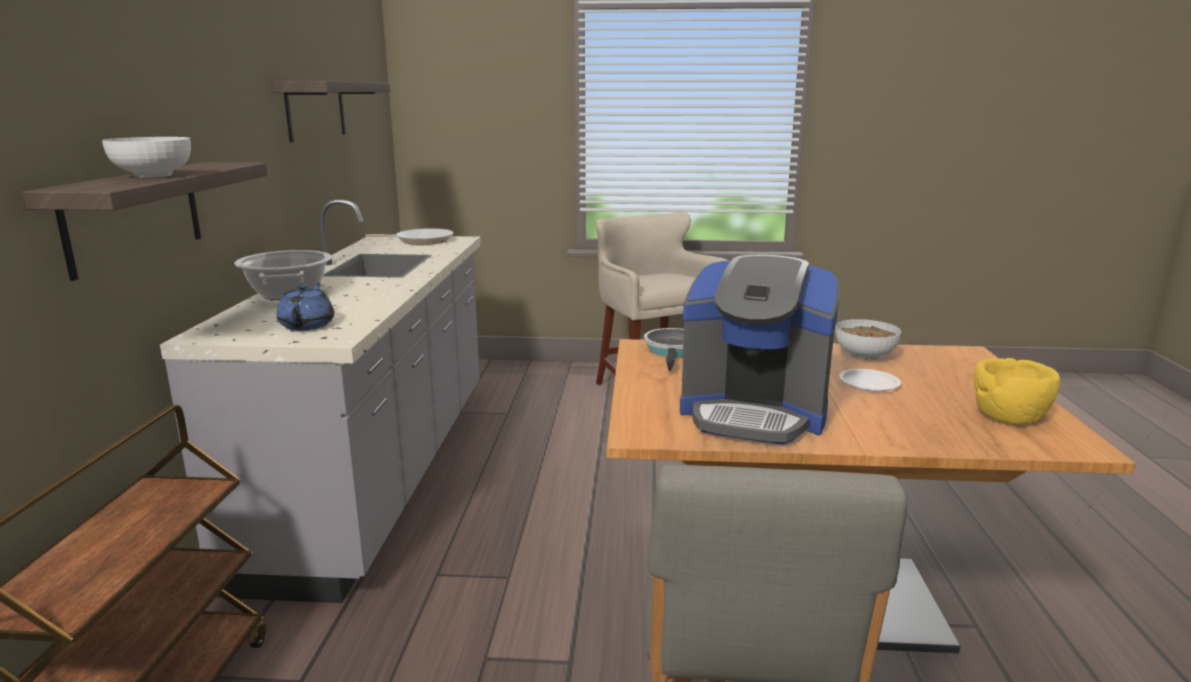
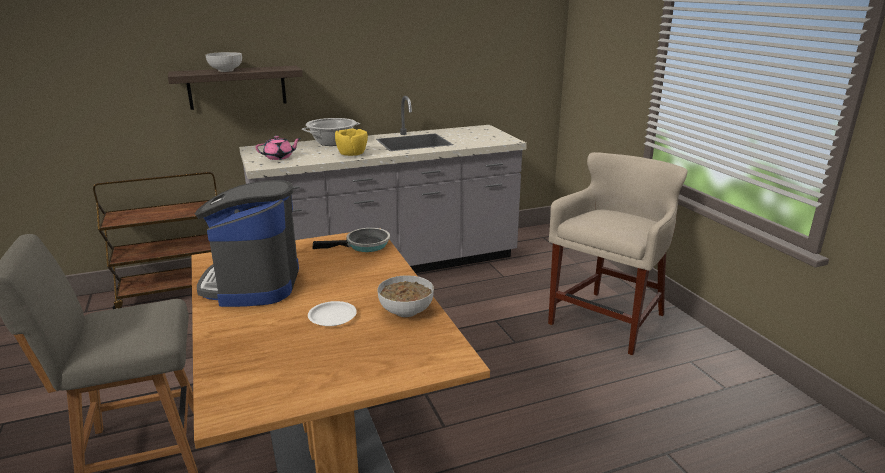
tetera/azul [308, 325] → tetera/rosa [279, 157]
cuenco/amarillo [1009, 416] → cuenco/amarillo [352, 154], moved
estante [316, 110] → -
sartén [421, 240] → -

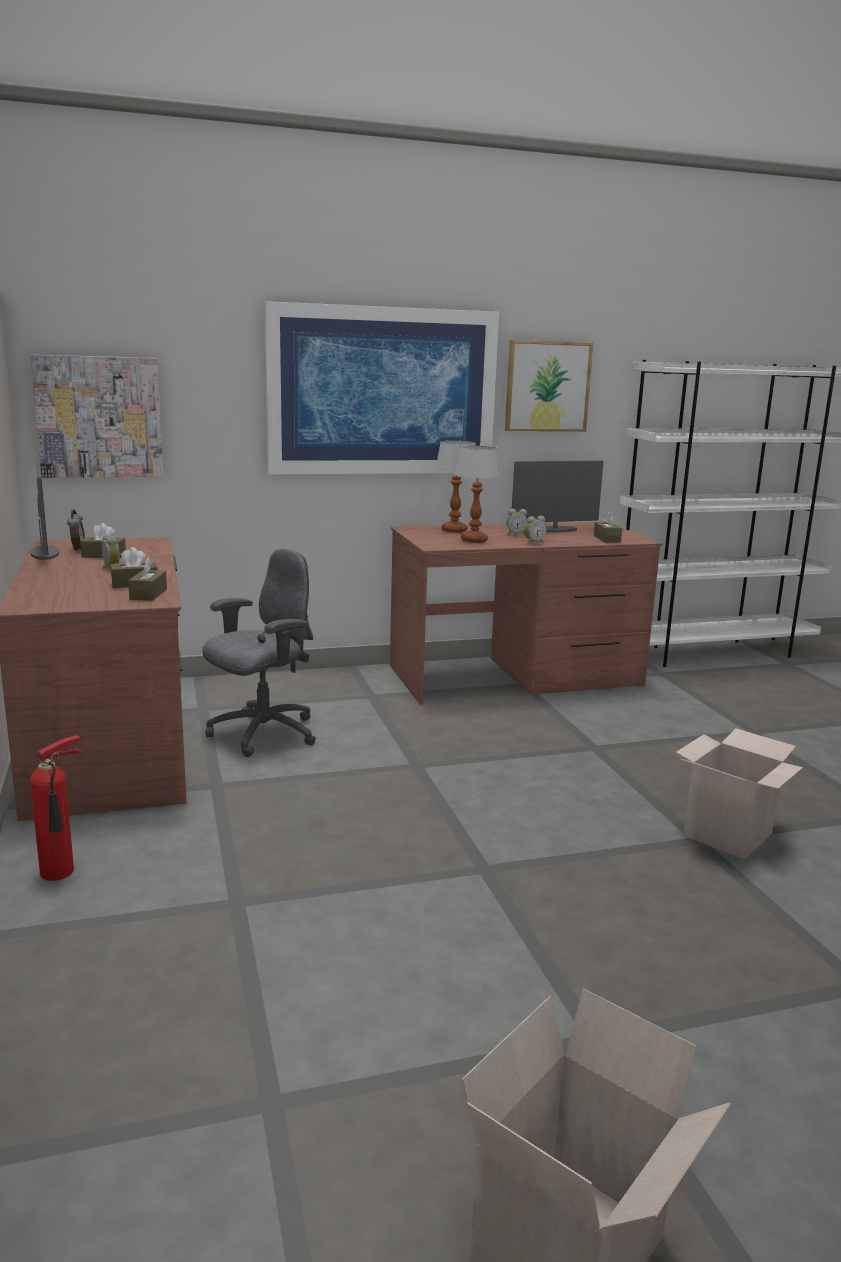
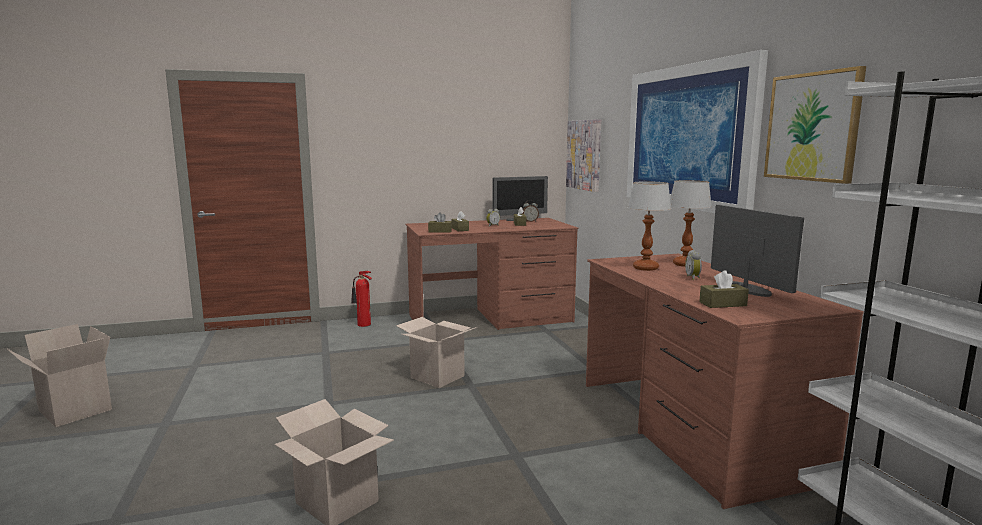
- → caja de cartón [437, 377]
silla de oficina/gris [262, 734] → -
despertador [533, 543] → -

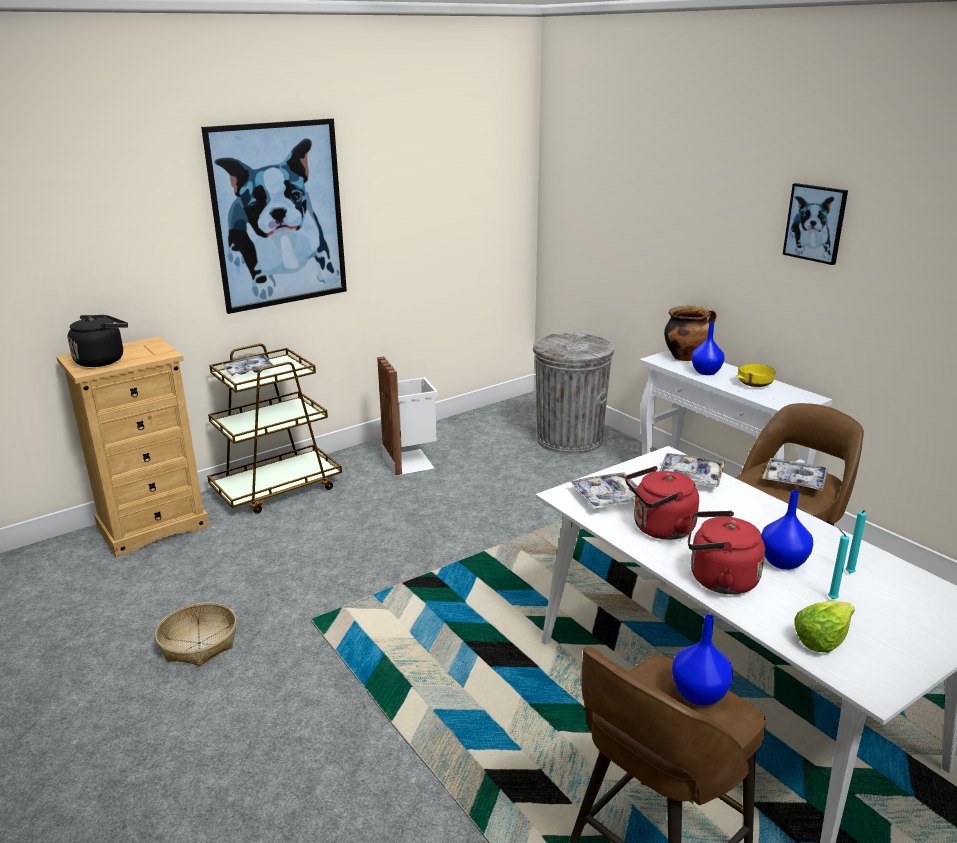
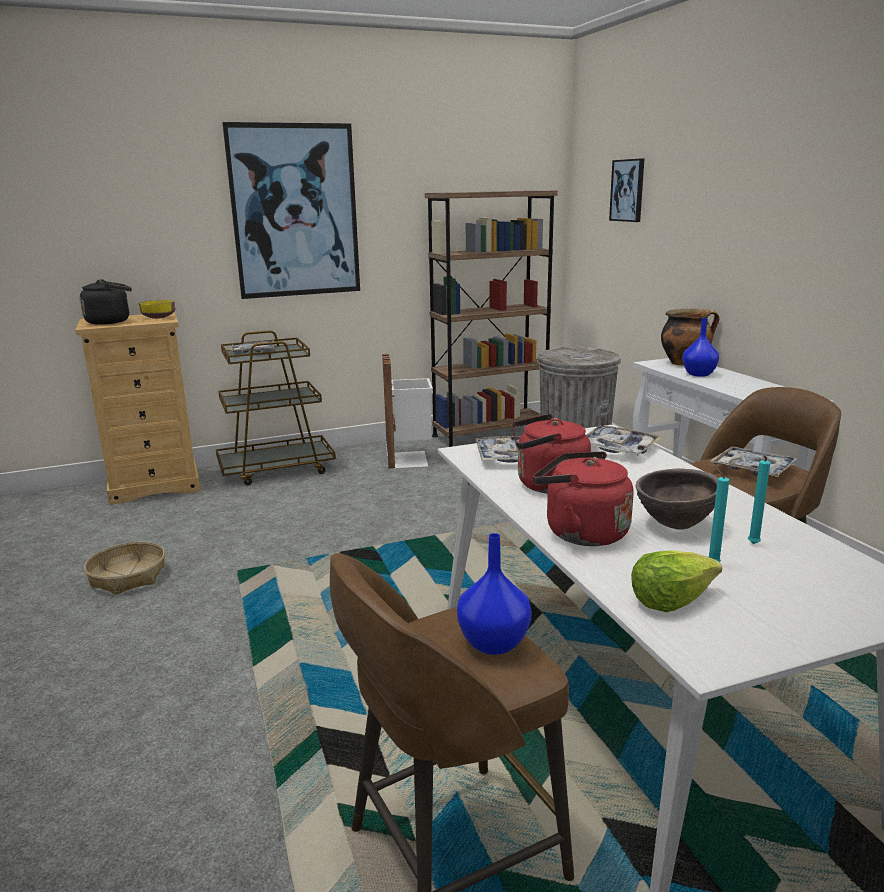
cuenco/amarillo [755, 384] → cuenco/amarillo [159, 317], moved
- → estantería/marrón [489, 435]
cuadro [815, 223] → cuadro [628, 190], moved
florero/azul [784, 562] → cuenco/marrón [674, 526]

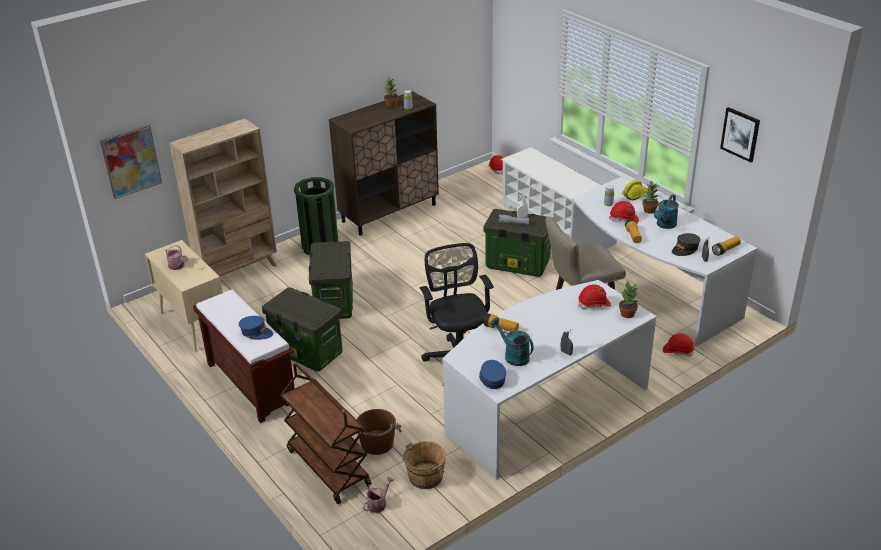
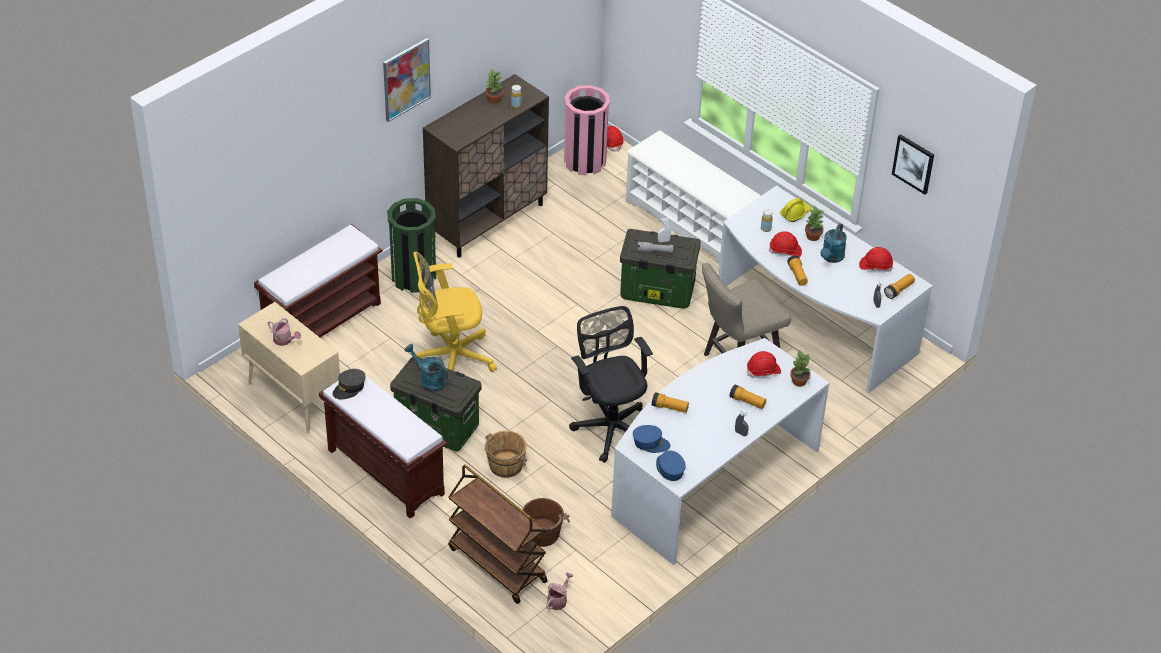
estantería/beis [238, 272] → banco/marrón [323, 320]
gorra/gris [685, 249] → gorra/gris [349, 388], moved
cuadro [131, 161] → cuadro [406, 79], moved
regadera/turquesa [513, 355] → regadera/turquesa [428, 380], moved
caja de almacenaje [333, 302] → silla de oficina/amarillo [450, 357]
cubo/marrón [425, 477] → cubo/marrón [505, 465], moved
- → papelera/rosa [585, 161]
gorra/azul [256, 332] → gorra/azul [650, 443], moved
- → linterna [747, 402]
casco/rojo [678, 351] → casco/rojo [875, 266], moved

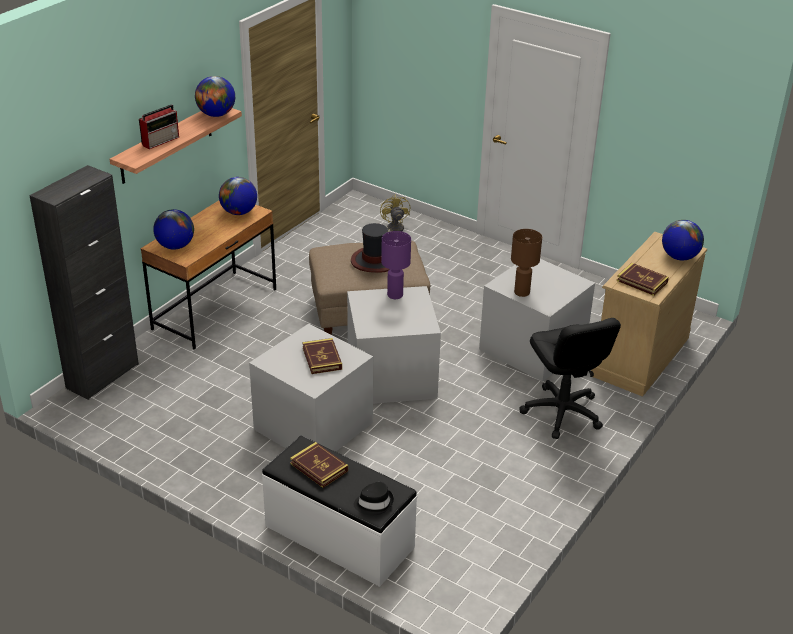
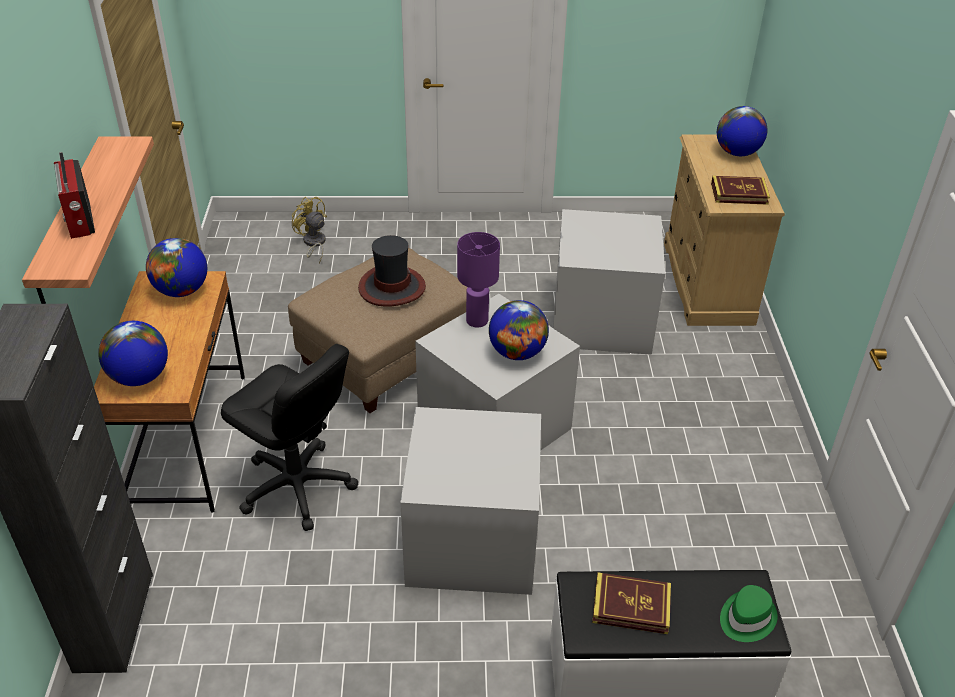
radio [161, 141] → radio [79, 220], 150 degrees clockwise
silla de oficina/negro [562, 412] → silla de oficina/negro [297, 487], moved
globo terráqueo [216, 114] → globo terráqueo [517, 353], moved
sombrero/negro [374, 503] → sombrero/verde [746, 618]
libro [322, 358] → -
lámpara de mesa/marrón [521, 293] → -

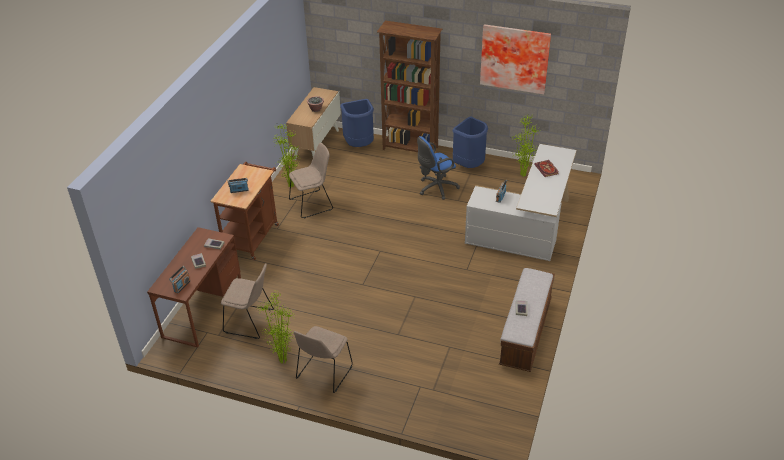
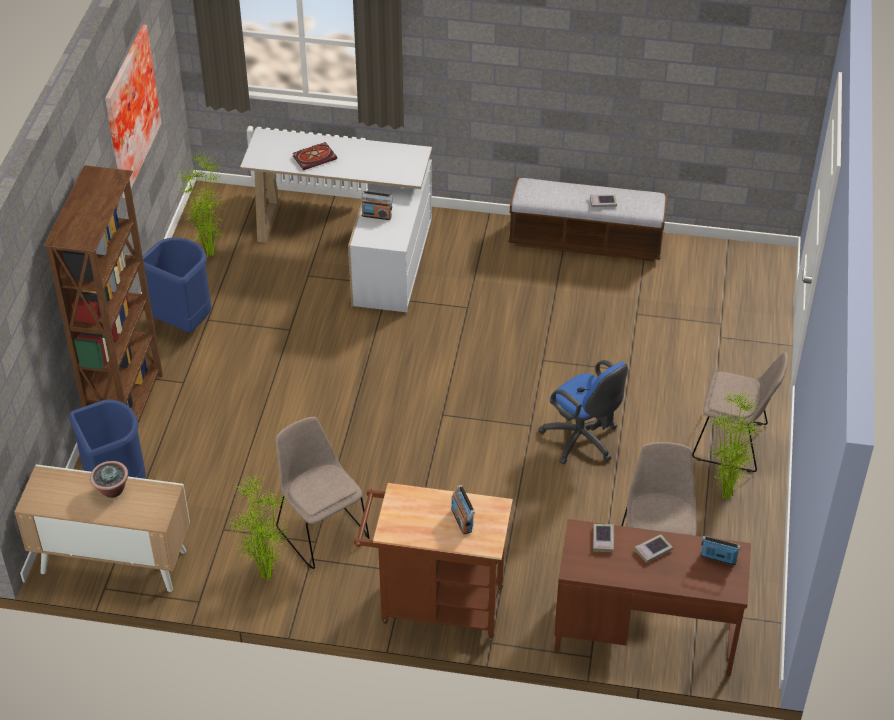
silla de oficina/azul [435, 188] → silla de oficina/azul [583, 441], moved

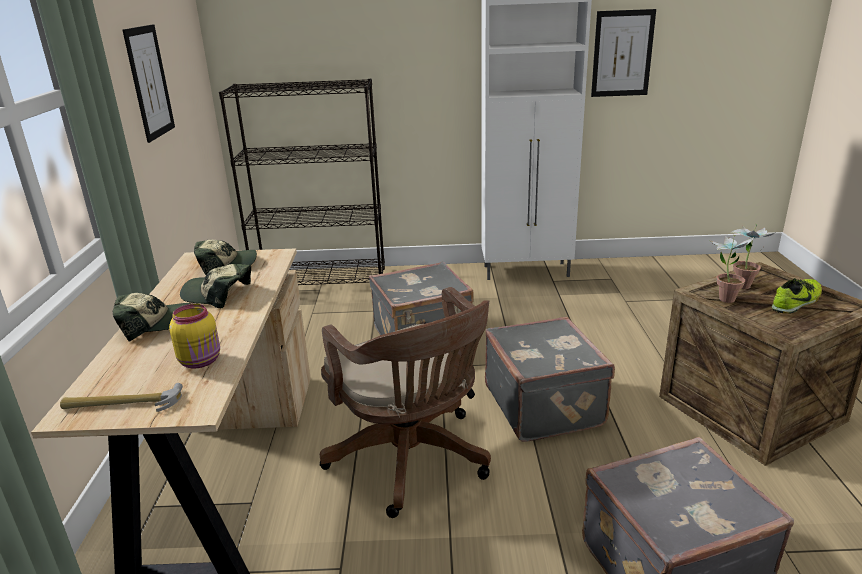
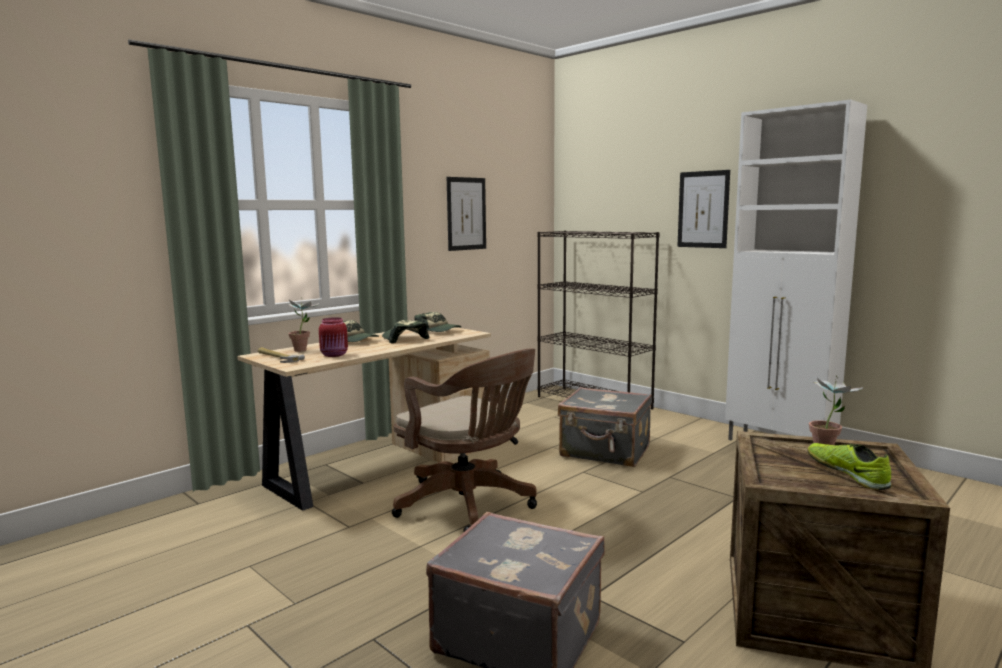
planta en maceta [723, 297] → planta en maceta [304, 349], moved
tarro/amarillo [201, 361] → tarro/rojo [335, 355]
silla de oficina/marrón [412, 461] → silla de oficina/marrón [469, 505], 60 degrees counterclockwise
cuadro [622, 54] → cuadro [703, 209], moved
zapato [796, 302] → zapato [847, 473], 120 degrees counterclockwise
maleta/gris [545, 405] → -

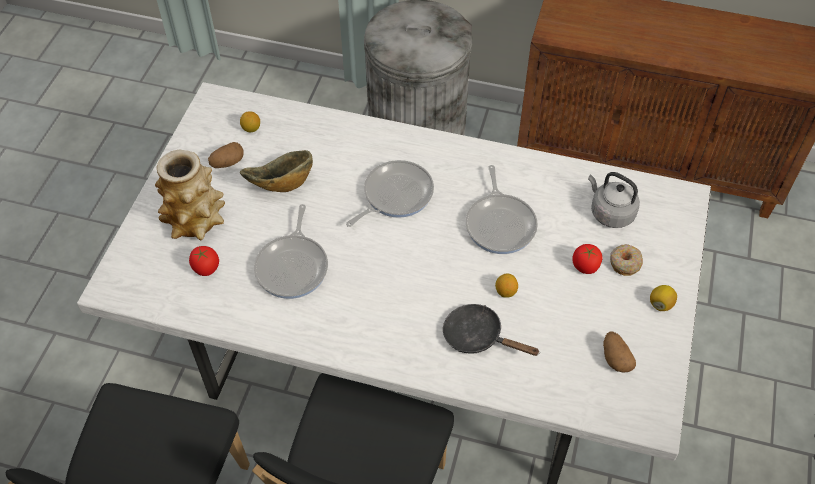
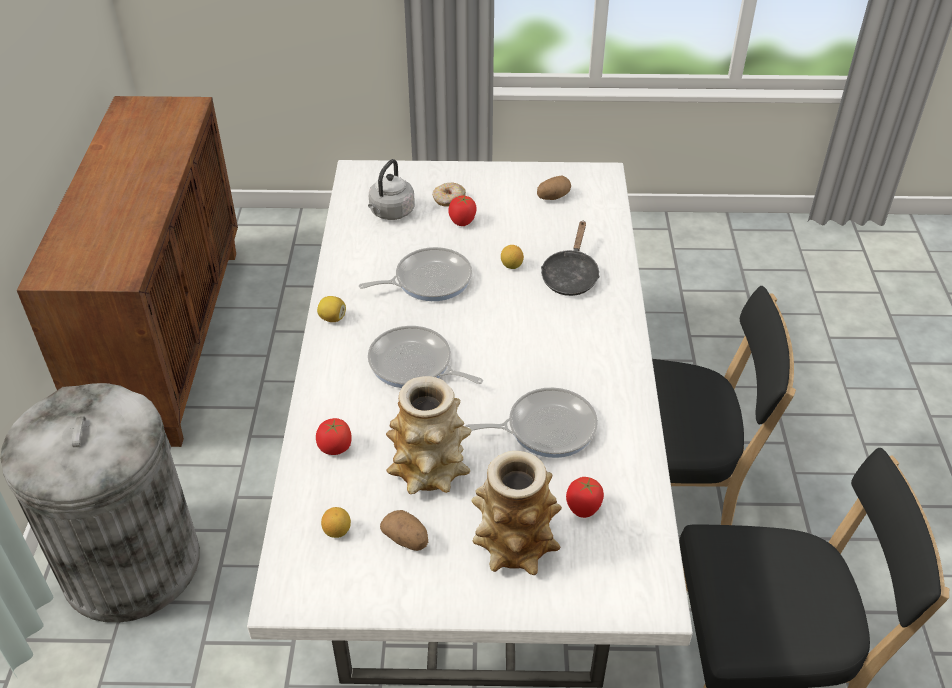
- → tomate [335, 448]
limón [660, 304] → limón [332, 318], moved
cuenco [281, 185] → florero [429, 471]

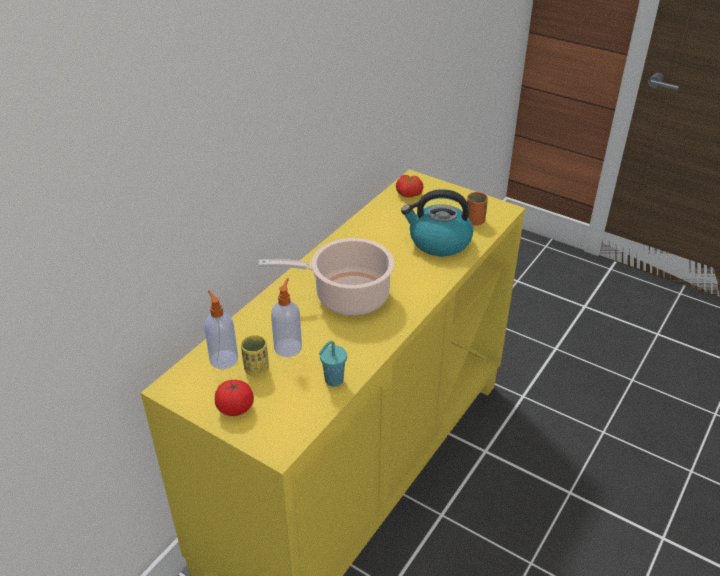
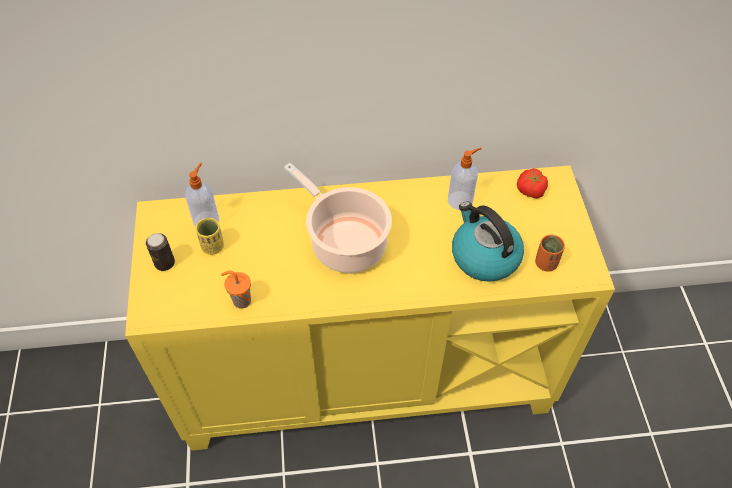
tomate [235, 408] → lata [165, 263]
taza/turquesa [333, 380] → taza/naranja [241, 301]
dispensador de jabón [288, 347] → dispensador de jabón [461, 200], moved

